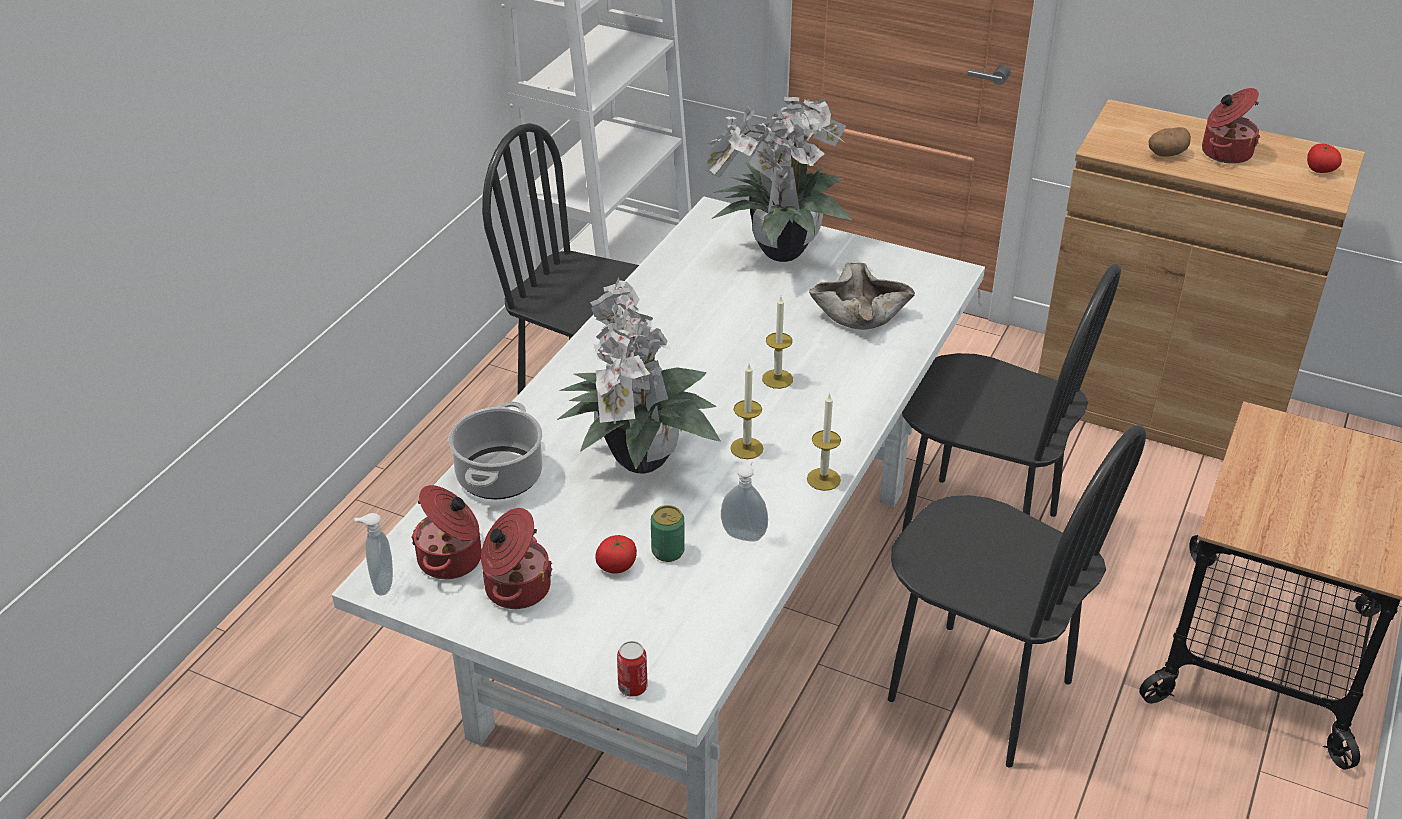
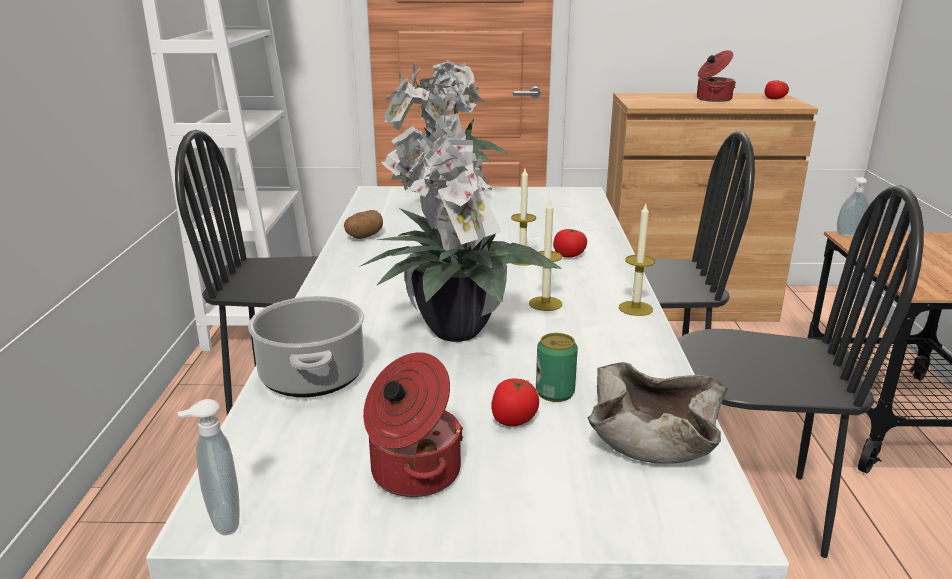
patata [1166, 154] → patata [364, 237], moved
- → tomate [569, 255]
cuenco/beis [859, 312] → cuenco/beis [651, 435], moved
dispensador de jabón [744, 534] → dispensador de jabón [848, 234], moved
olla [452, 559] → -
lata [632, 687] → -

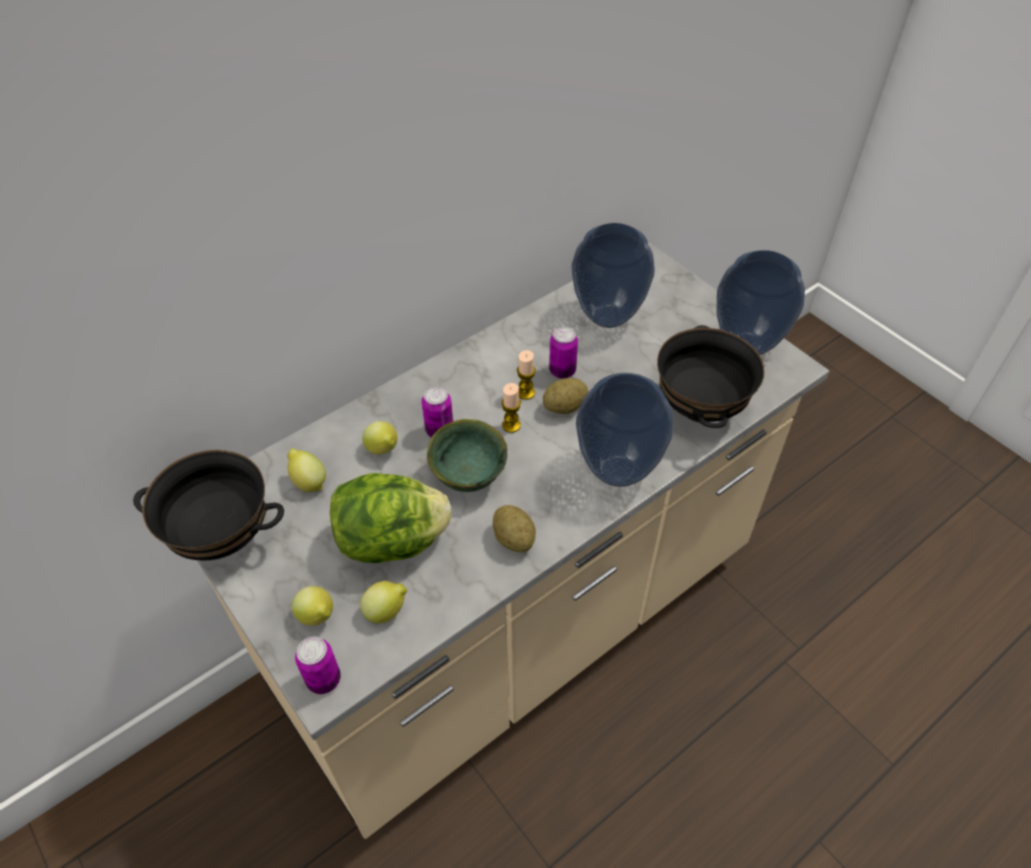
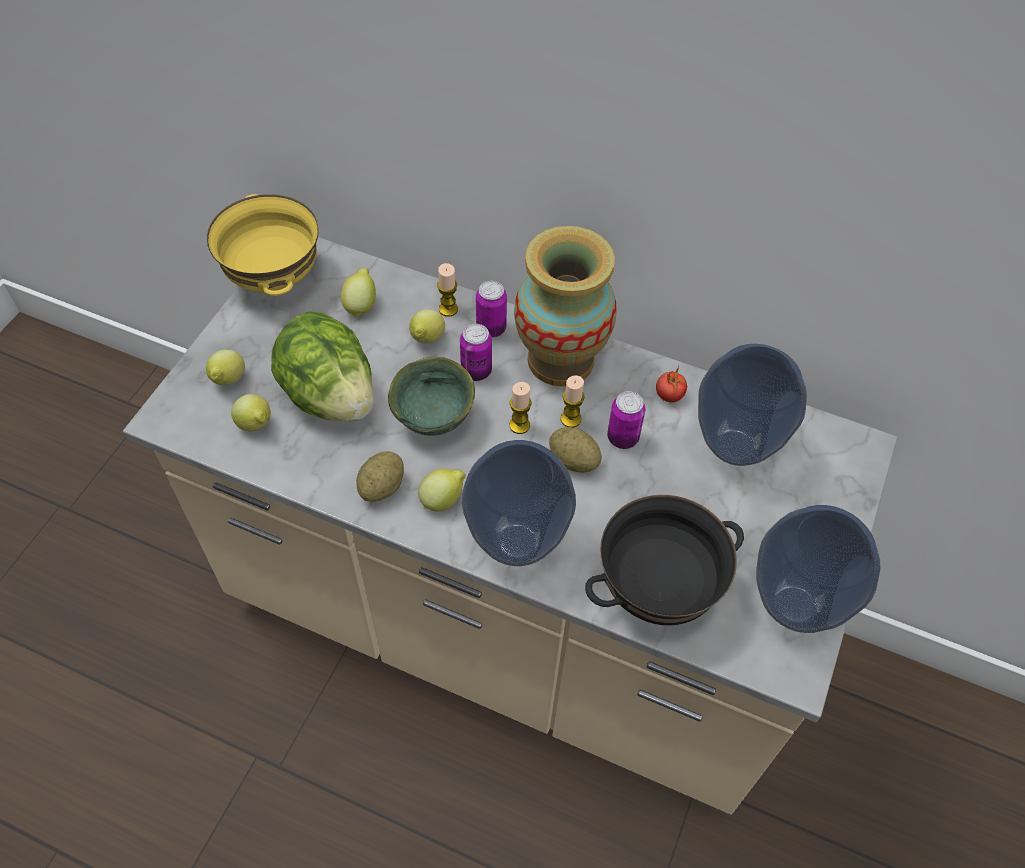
cuenco/negro [224, 536] → cuenco/amarillo [276, 280]
- → limón [443, 500]
- → vela [448, 309]
lata [324, 679] → lata [491, 328], moved
- → florero [560, 359]
- → tomate [669, 395]

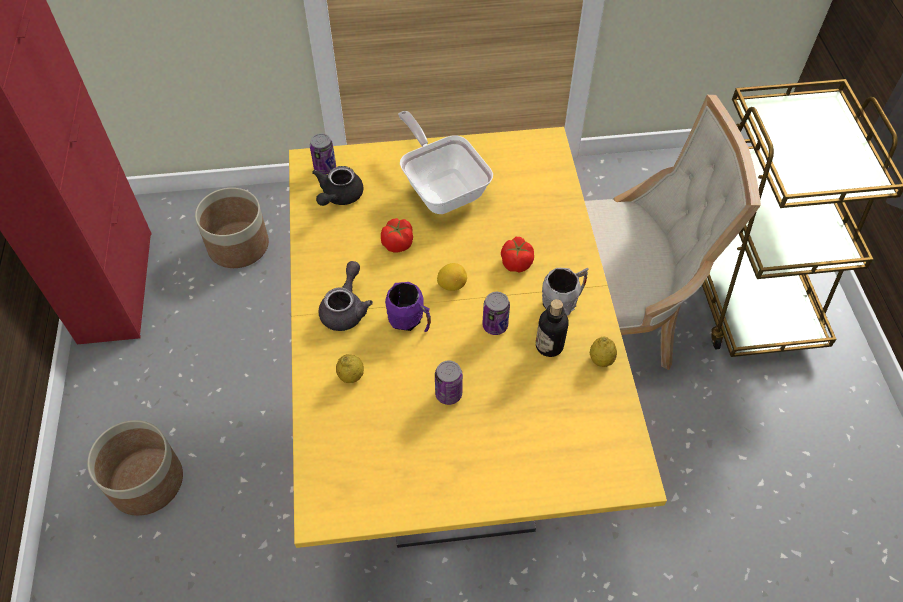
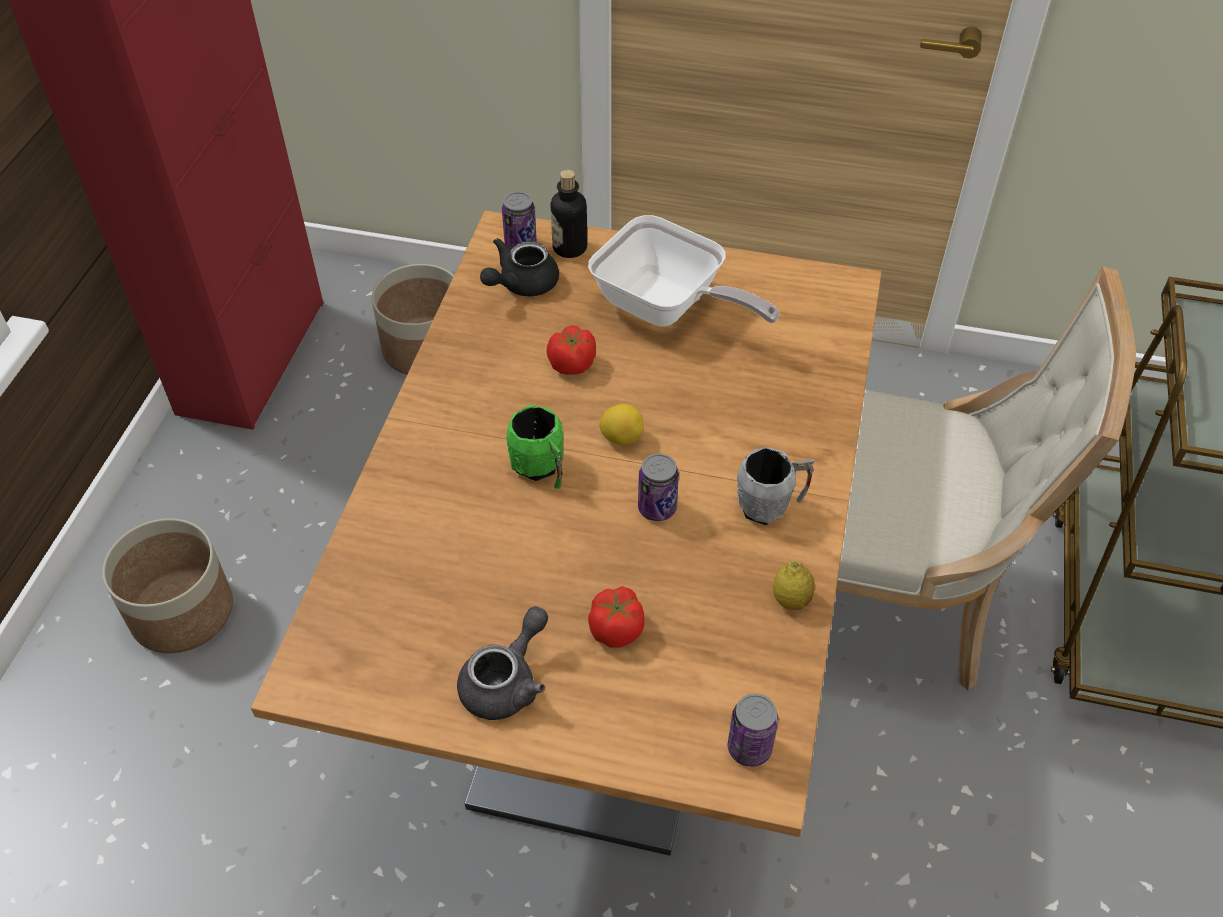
mesa de comedor/amarillo [451, 424] → mesa de comedor/marrón [611, 666]
tetera/gris [346, 309] → tetera/gris [507, 681], moved
taza grande/morado [410, 321] → taza grande/verde [541, 469]
botella [549, 346] → botella [569, 248], moved
sartén [442, 188] → sartén [667, 308], 135 degrees clockwise
tomate [516, 262] → tomate [616, 629], moved
lata [448, 394] → lata [749, 748], moved
limón [351, 376] → -

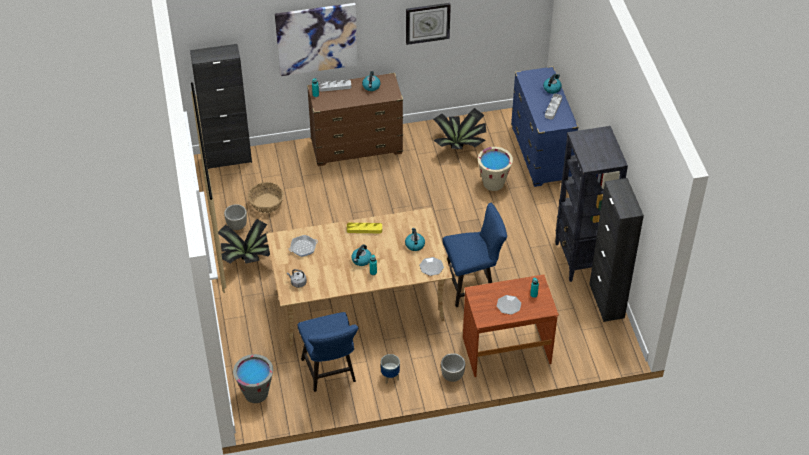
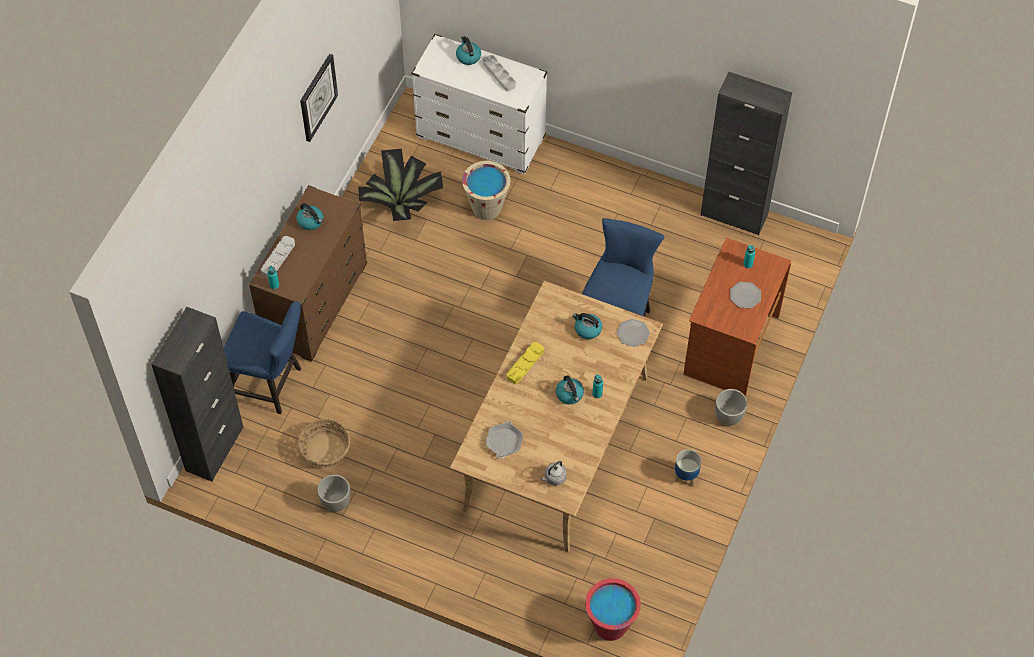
taburete/azul [330, 373] → taburete/azul [270, 385], moved
cómoda/azul [540, 154] → cómoda/blanco [481, 138]
cubo/gris [256, 393] → cubo/rojo [610, 625]
planta en maceta [247, 258] → -
cuadro [316, 39] → -
estantería/negro [581, 260] → -

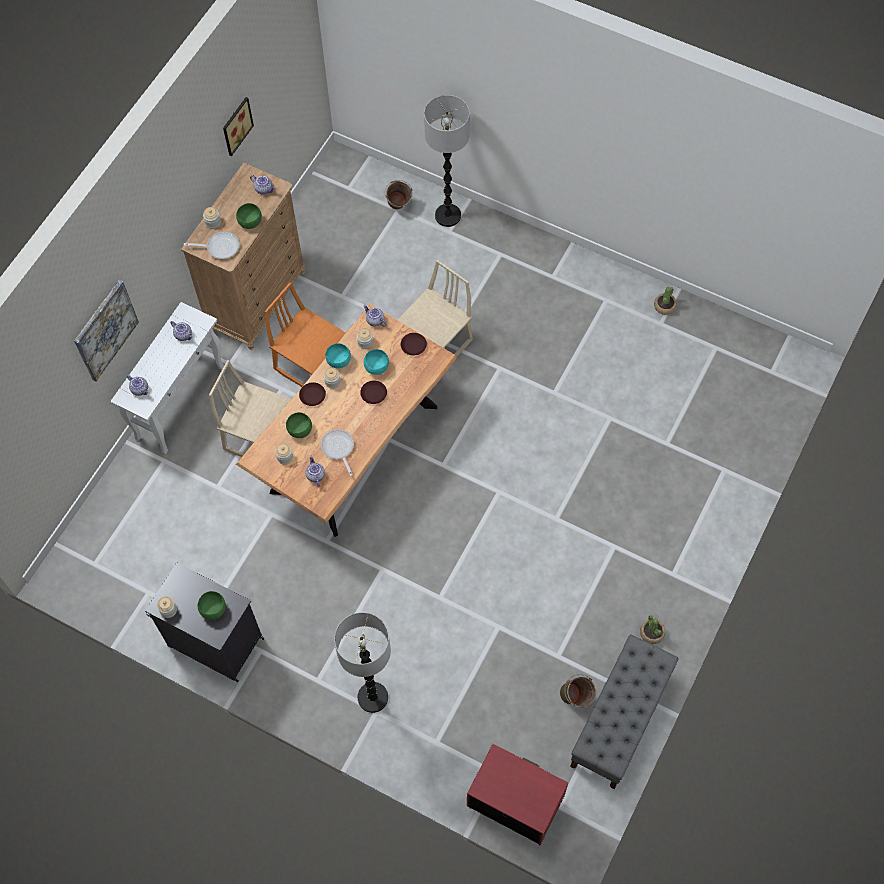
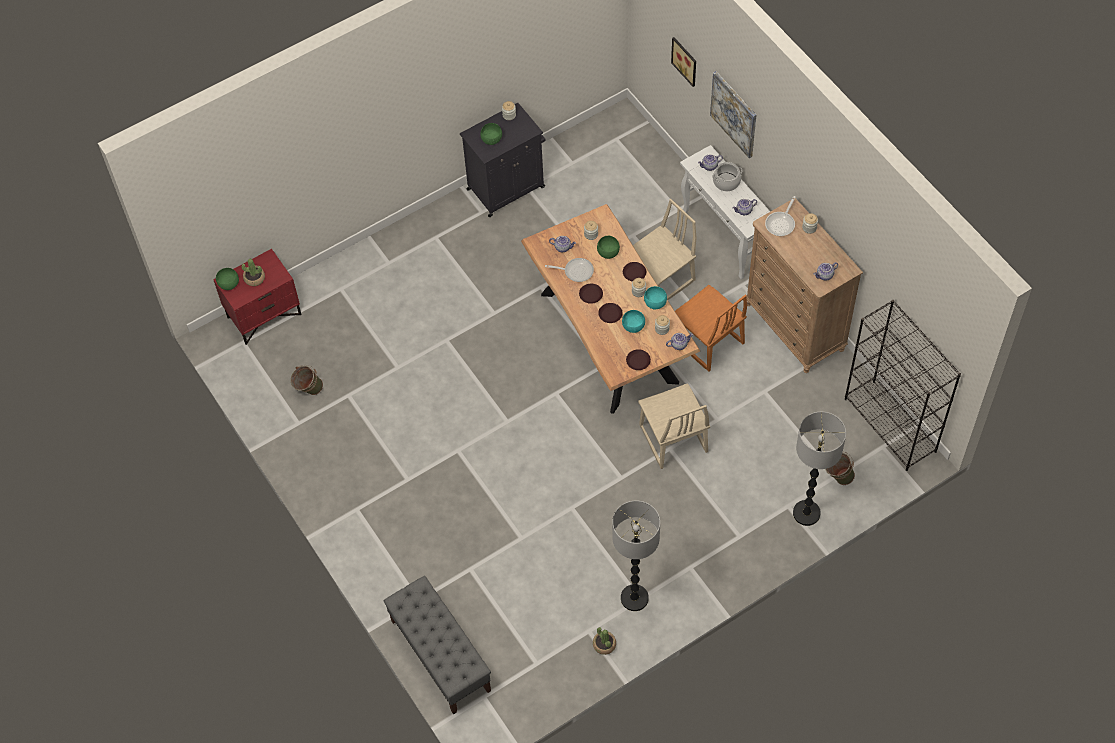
cuenco/verde [251, 223] → cuenco/verde [228, 284], moved
planta en maceta [652, 633] → planta en maceta [254, 278], moved
banco/gris [619, 720] → banco/gris [440, 655], moved
- → plato/marrón [591, 295]
lámpara de pie [372, 697] → lámpara de pie [634, 598], moved
cuadro [235, 125] → cuadro [685, 60], moved
silla/naranja [312, 364] → silla/naranja [707, 342], 75 degrees clockwise
- → olla [726, 182]
- → estantería/negro [890, 425]

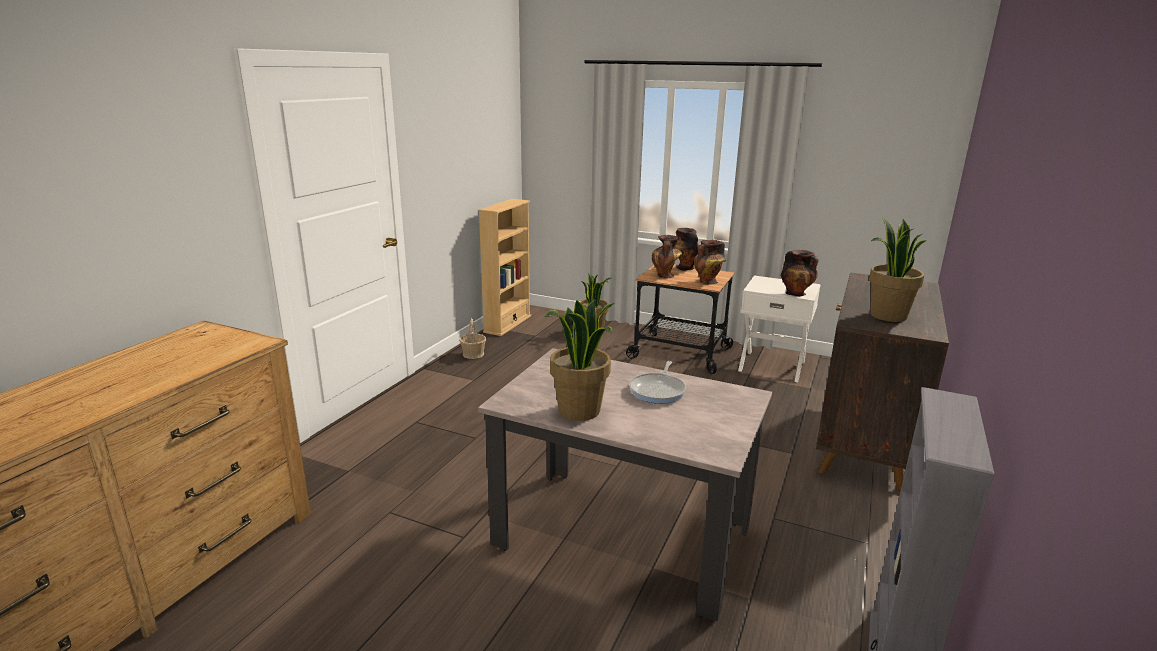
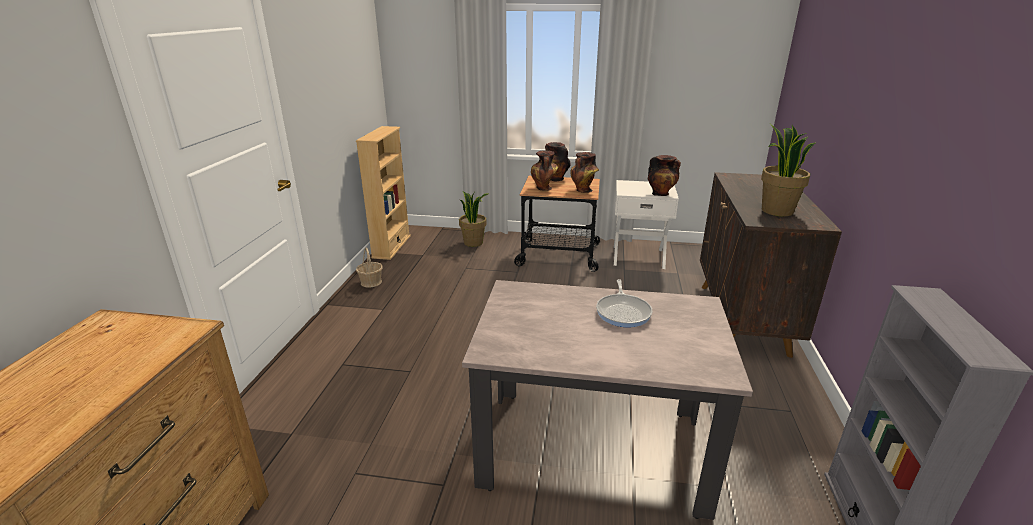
planta en maceta [579, 411] → -

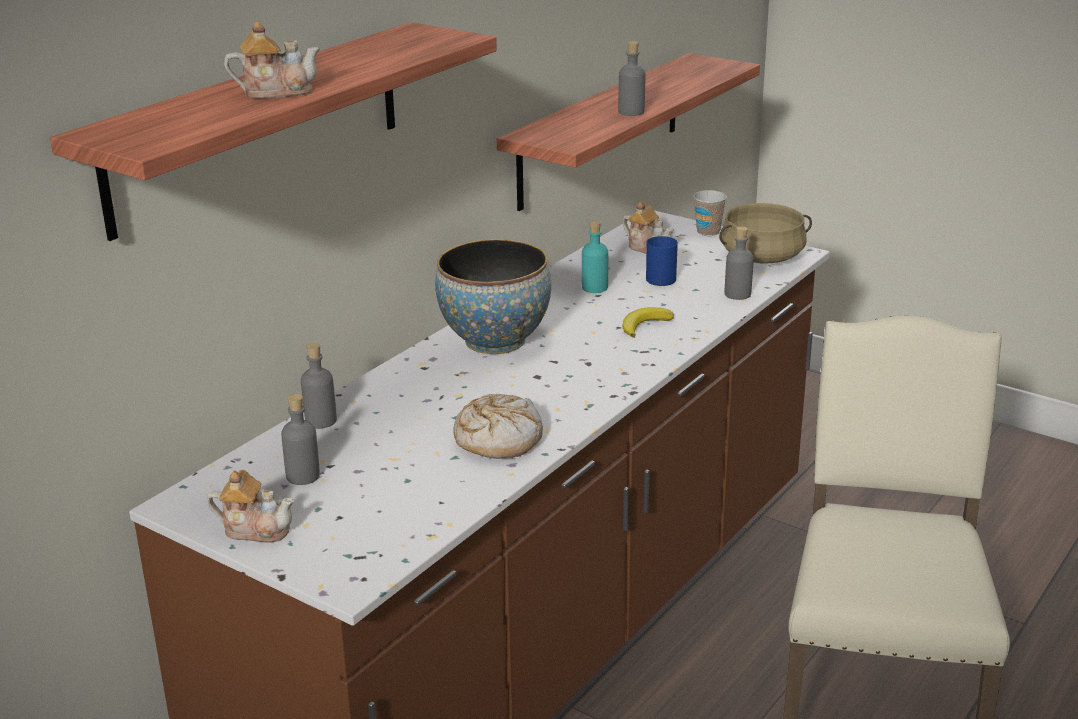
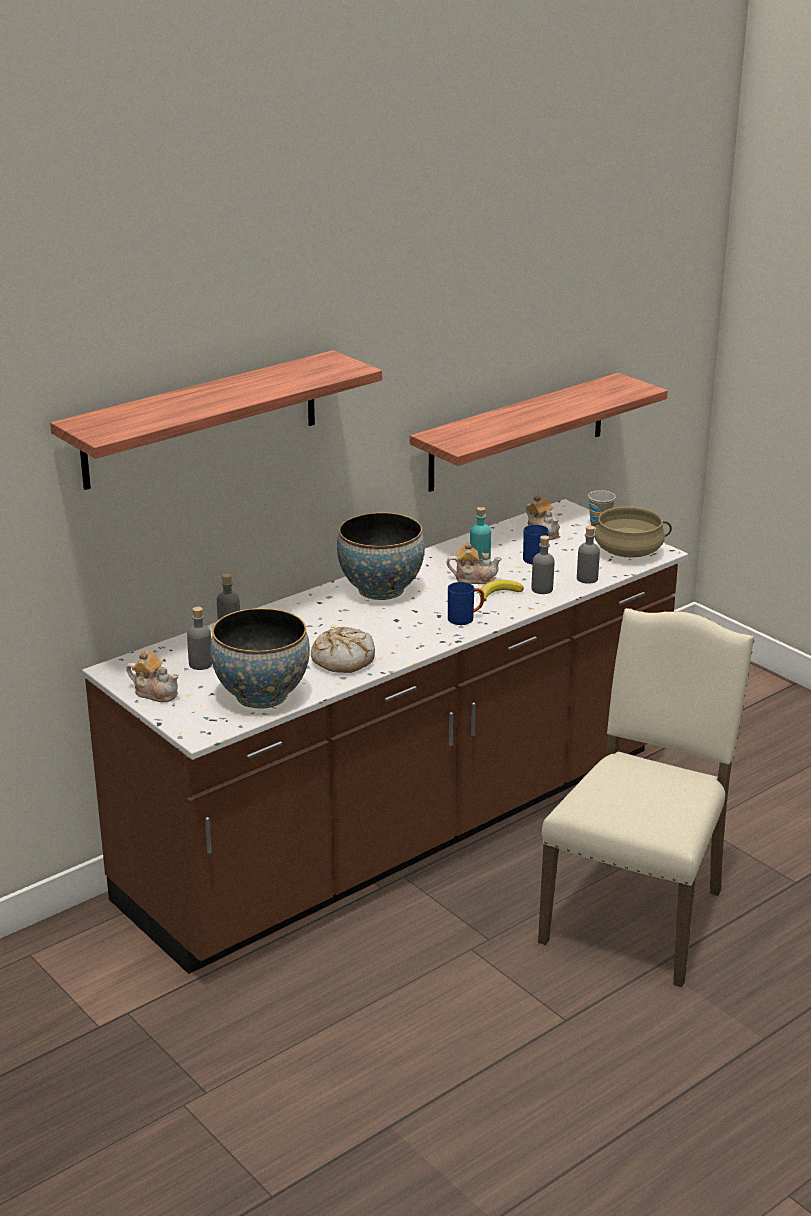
- → cuenco [262, 695]
tetera [276, 92] → tetera [474, 578], moved
- → taza grande/azul [465, 619]
botella/gris [631, 112] → botella/gris [542, 589], moved

